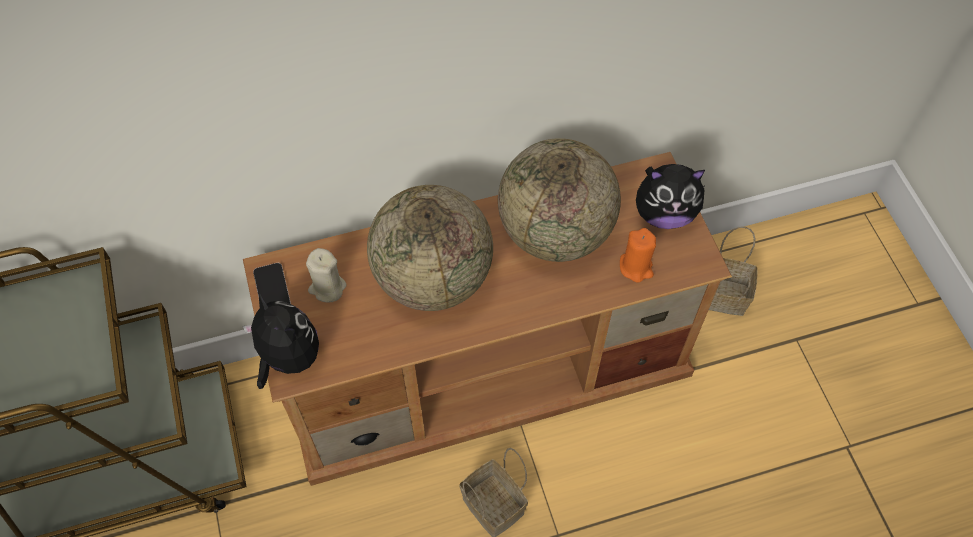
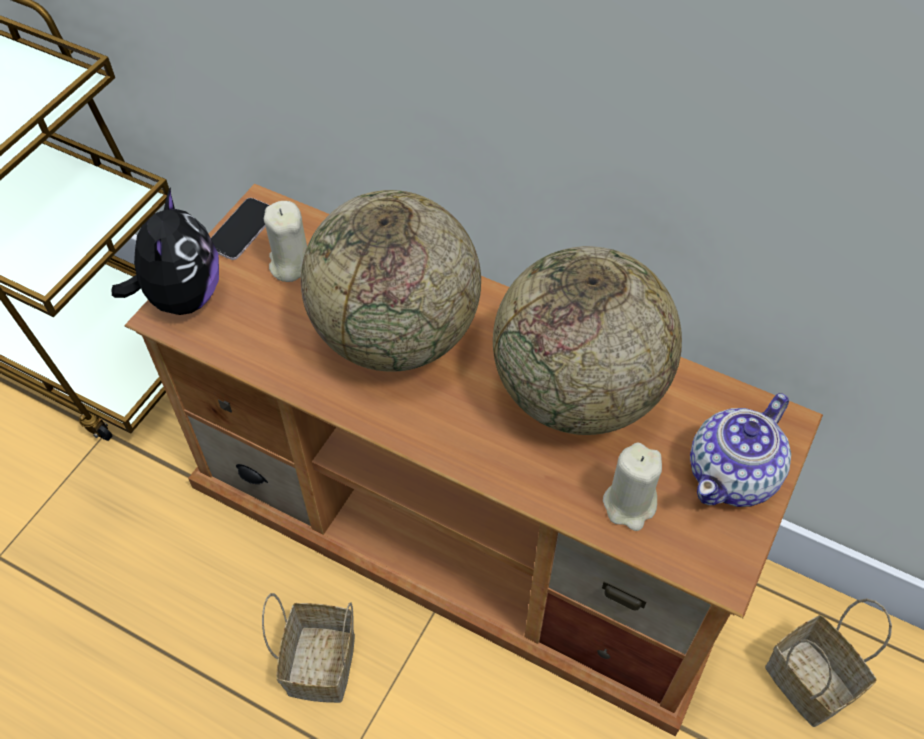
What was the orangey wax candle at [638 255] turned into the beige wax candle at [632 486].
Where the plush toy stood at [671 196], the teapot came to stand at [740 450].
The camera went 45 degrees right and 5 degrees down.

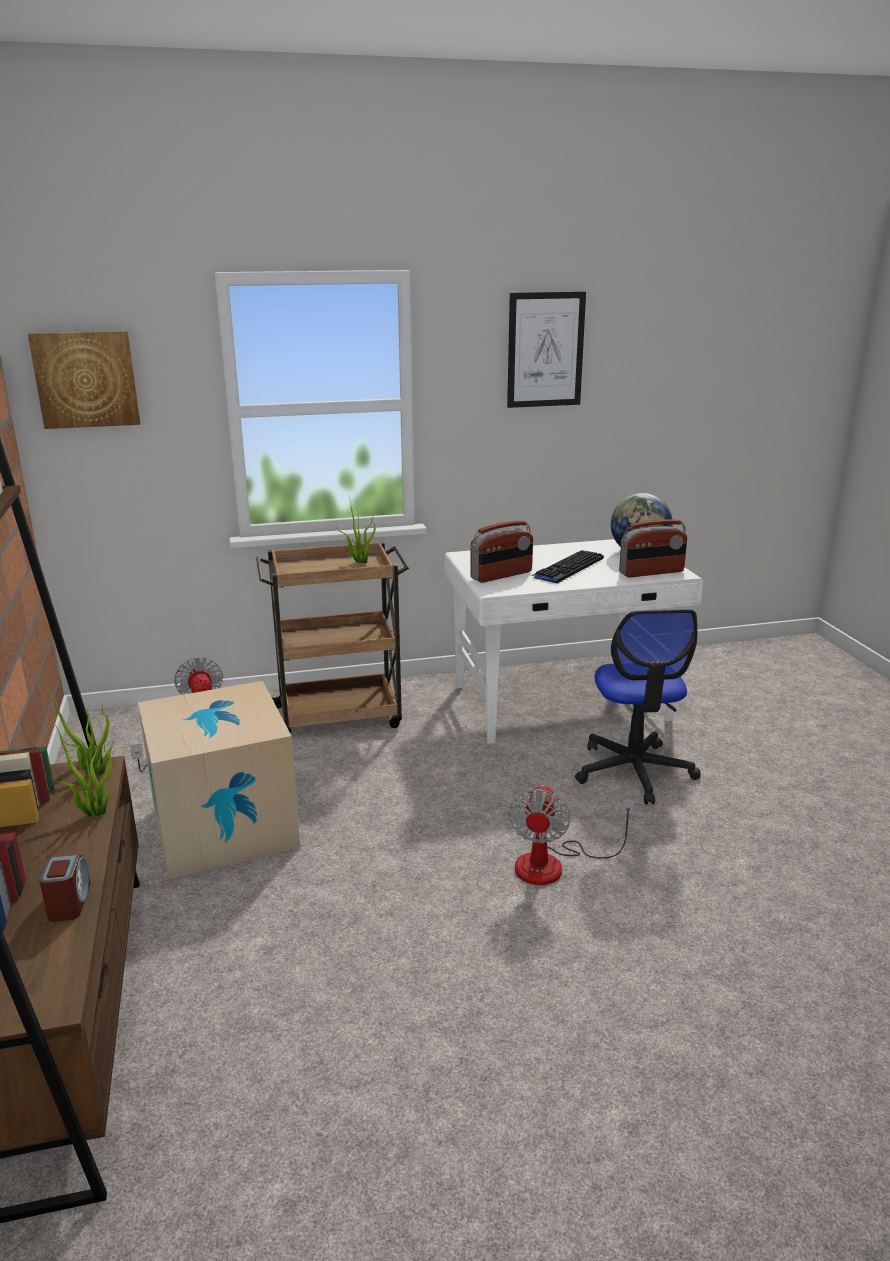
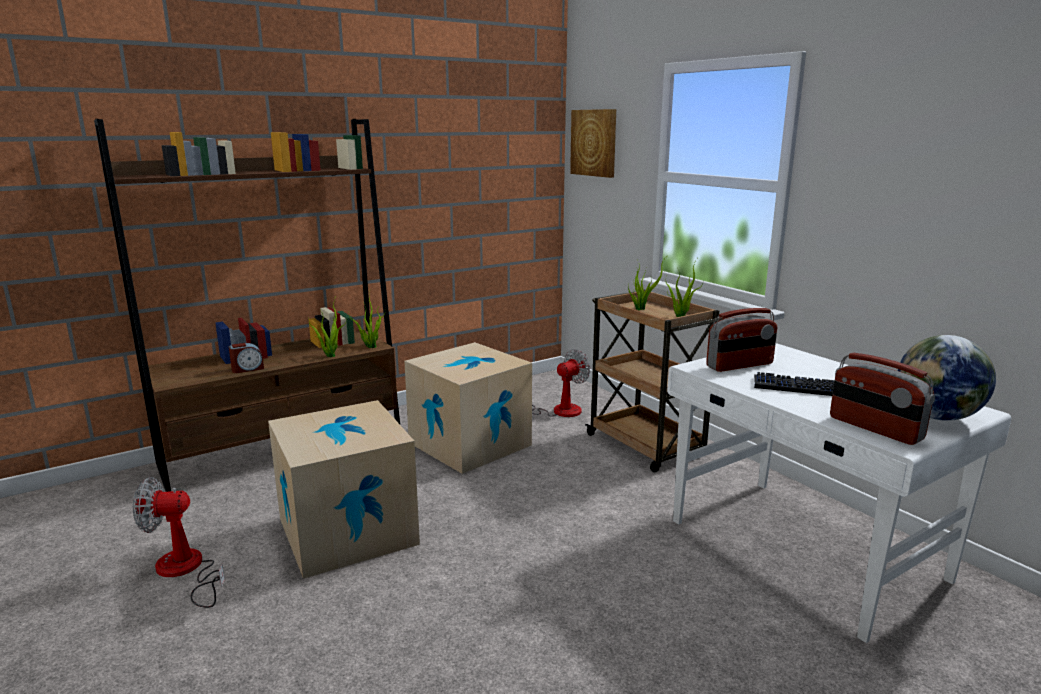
The radio at [501 552] ended up facing another way, 60 degrees counterclockwise from before.
The second view lost the wall picture at [546 350].
The fan ended up elsewhere, having gone from [571 835] to [179 542].
The second view lost the office chair at [637 706].
The second view gained the packing box at [344 489].
The second view gained the potted plant at [646 285].
The camera went 70 degrees right and 5 degrees down.

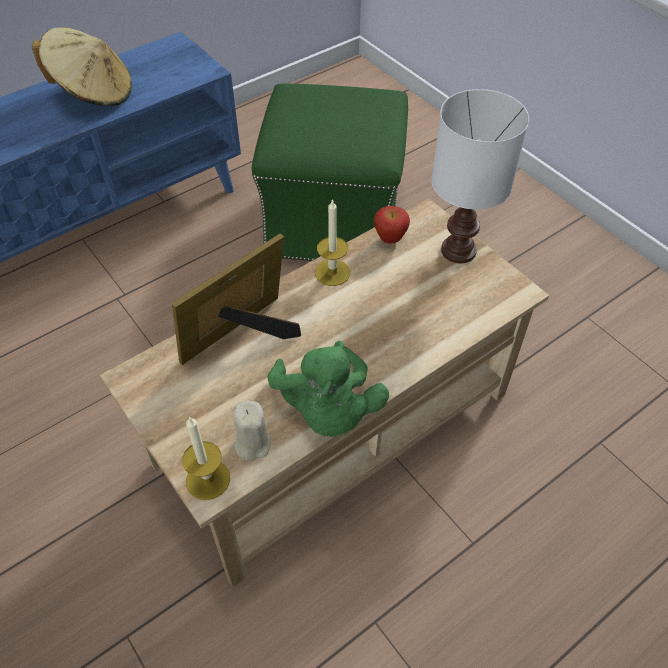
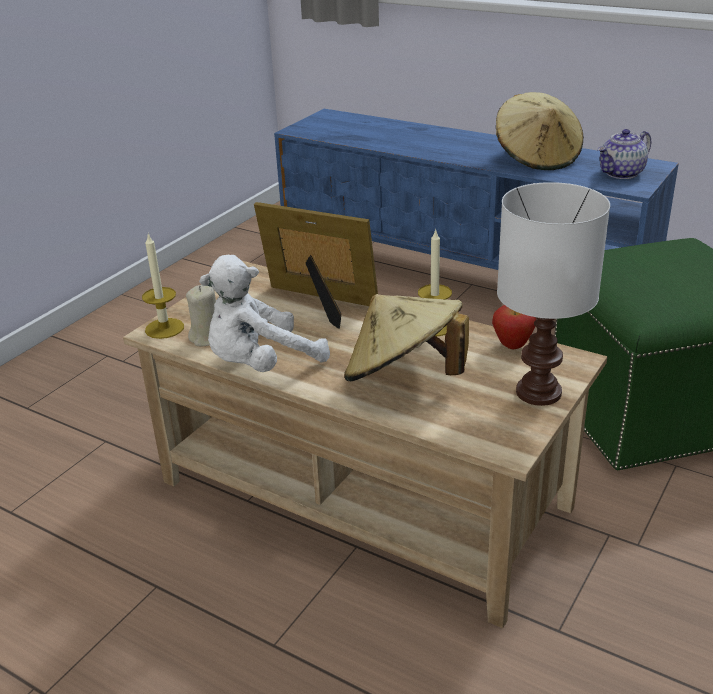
What was the green plush toy at [328 389] turned into the white plush toy at [264 313].
The second view gained the beige hat at [406 337].
The second view gained the teapot at [624 154].
The camera went 70 degrees right and 20 degrees down.

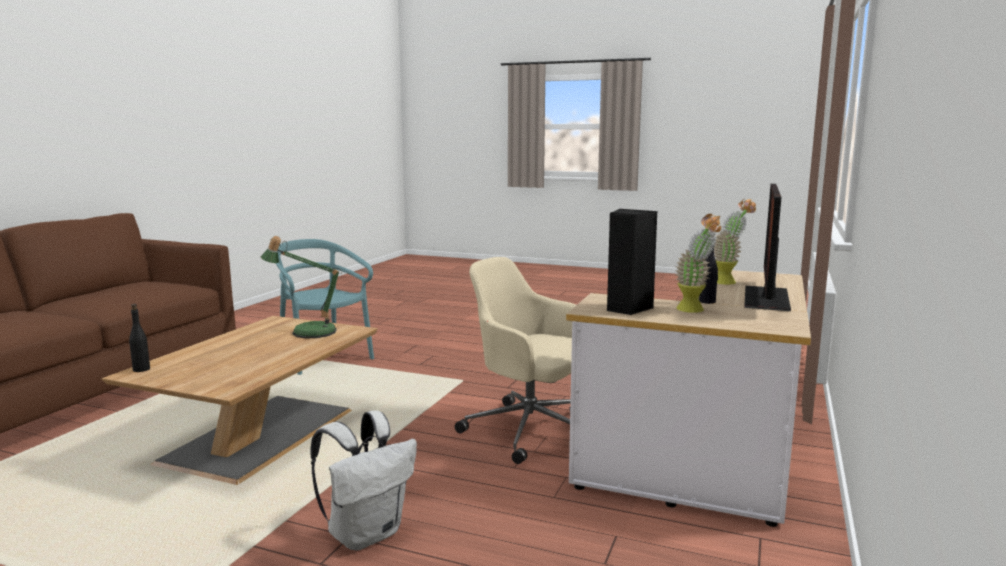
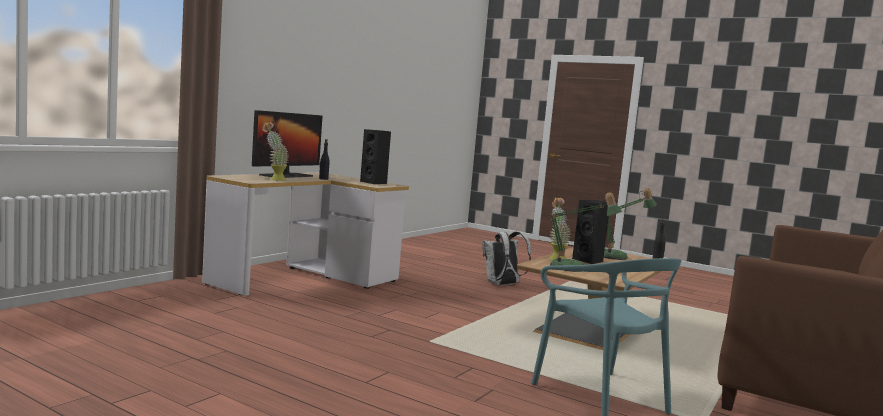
The second view lost the beige office chair at [515 360].
The potted plant ended up elsewhere, having gone from [698 263] to [560 229].
The second view gained the blackish loudspeaker at [590 232].
The second view gained the lamp for a table at [630 224].
The camera went 170 degrees left and 5 degrees down.

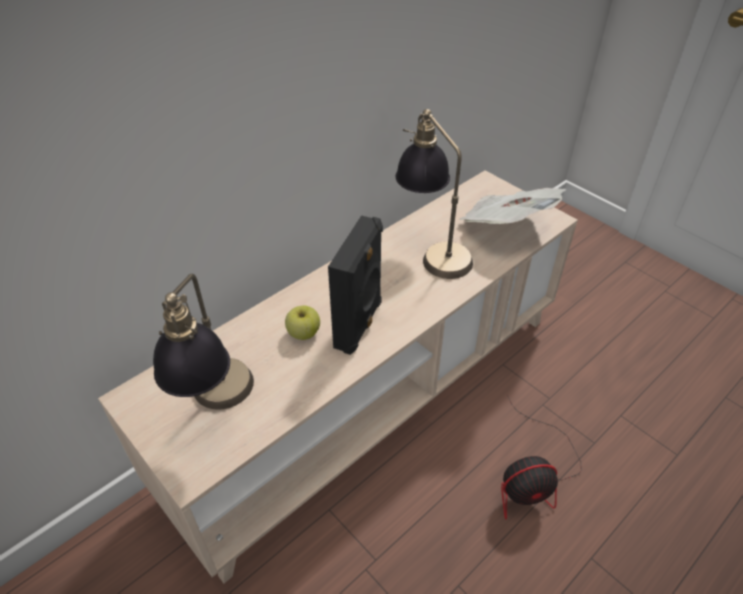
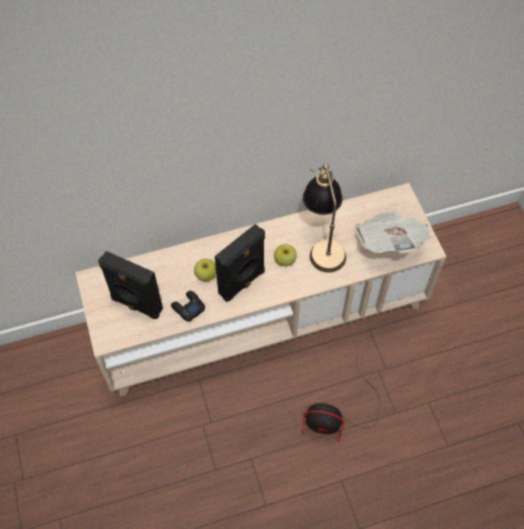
Where the lamp for a table stood at [203 342], the blackish loudspeaker came to stand at [130 285].
The second view gained the blackish game controller at [188 306].
The second view gained the apple fruit at [285 255].
The camera went 25 degrees right and 15 degrees up.

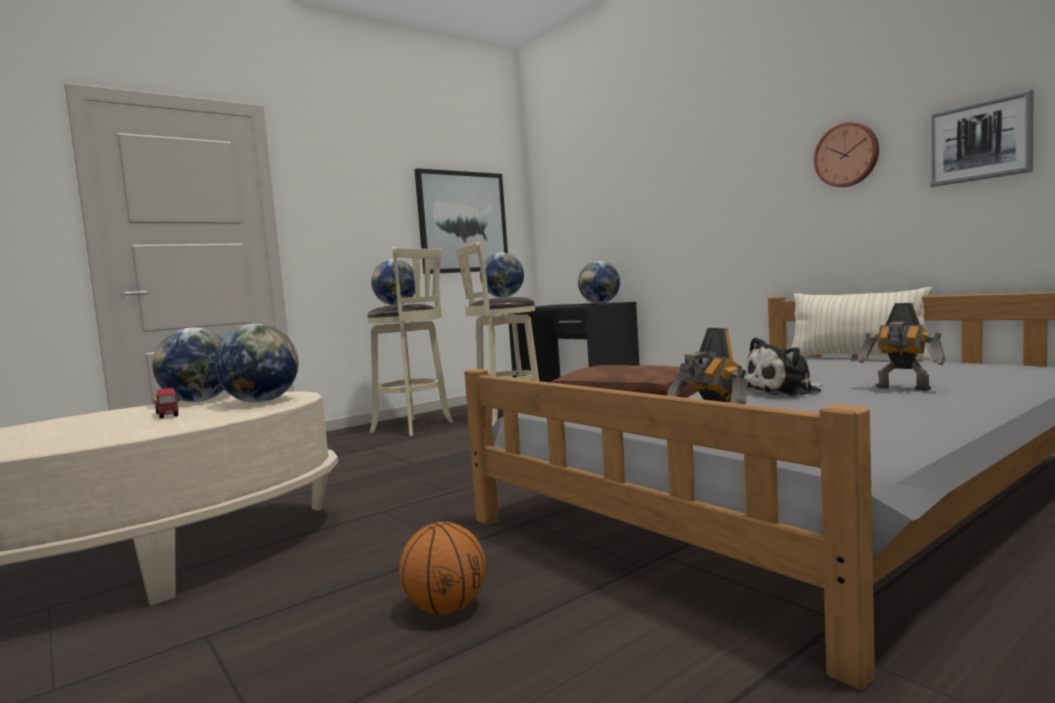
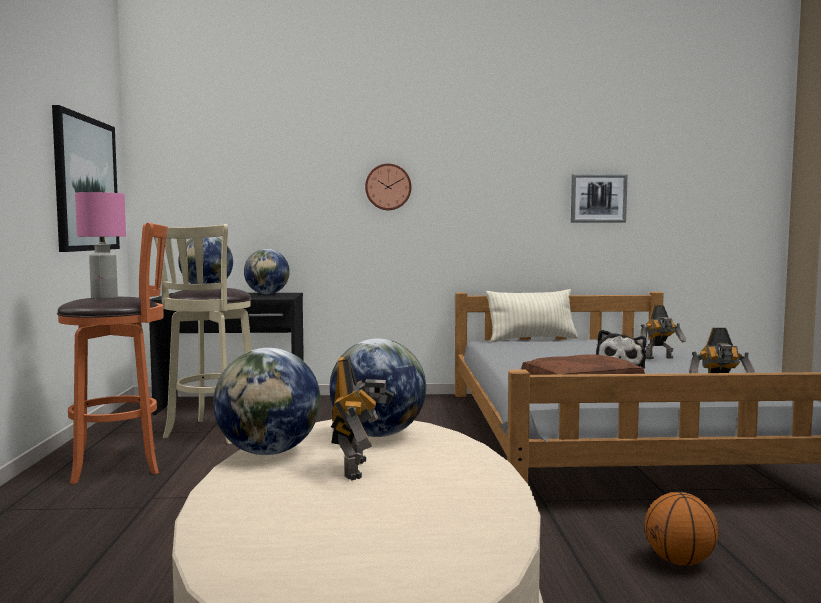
Where the toy truck stood at [166 403], the toy robot came to stand at [362 418].
What was the beige stool seat at [410 341] turned into the orangey stool seat at [112 353].
Where the desk globe stood at [393 282], the pink-coloured lamp for a table came to stand at [100 245].
The hanging clock ended up elsewhere, having gone from [846 154] to [388 186].
The camera went 55 degrees left and 0 degrees up.

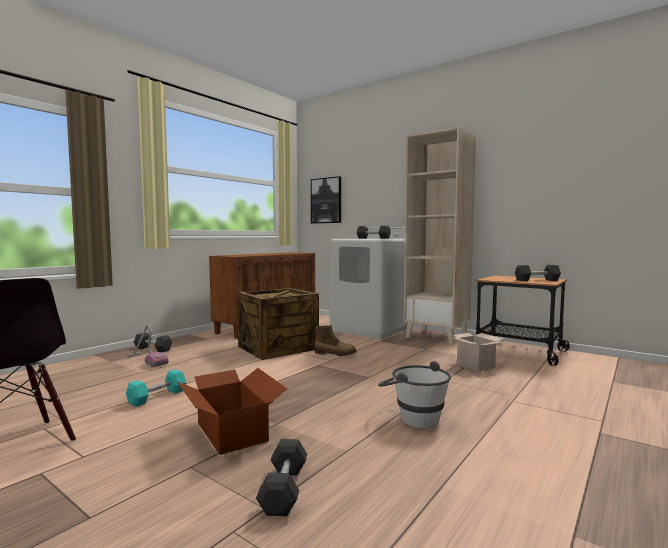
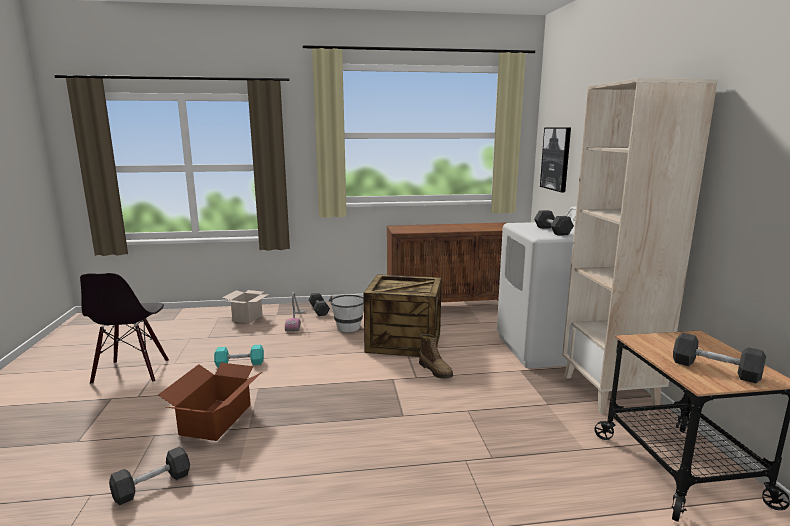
The white pail ended up elsewhere, having gone from [414 394] to [346 313].
The packing box ended up elsewhere, having gone from [476 352] to [245 307].
The camera went 45 degrees right and 10 degrees up.

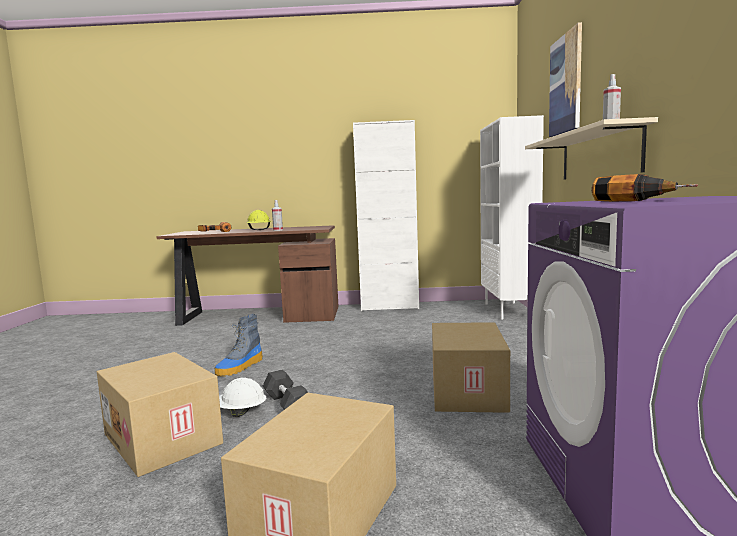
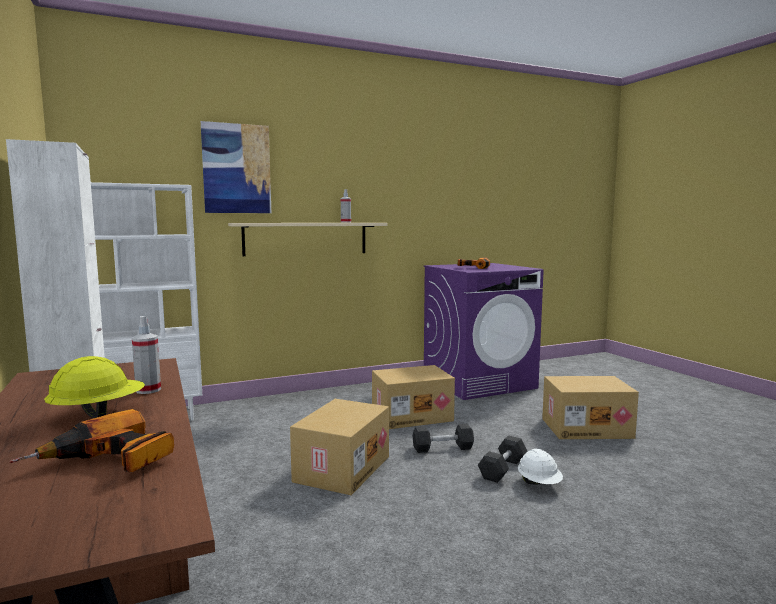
The packing box ended up elsewhere, having gone from [160 414] to [339 447].
The second view lost the boot at [239 345].
The second view gained the grey hand weight at [443 438].
The camera went 115 degrees left and 0 degrees up.

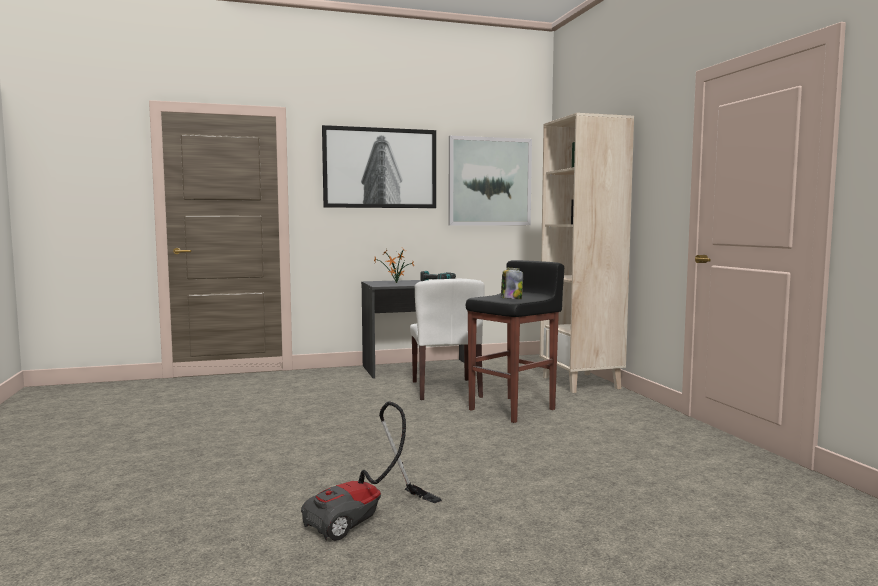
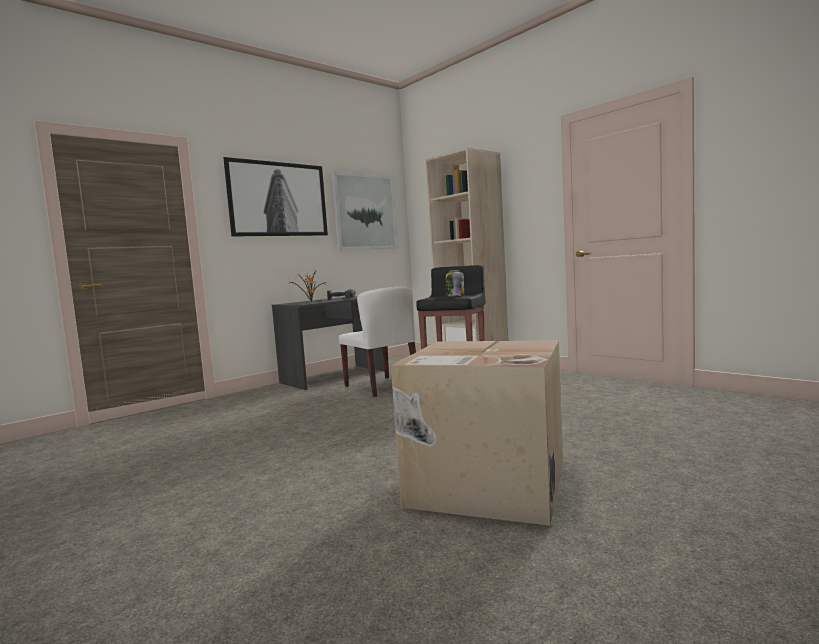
Where the vacuum stood at [371 471], the packing box came to stand at [477 433].
The camera went 25 degrees left and 0 degrees up.

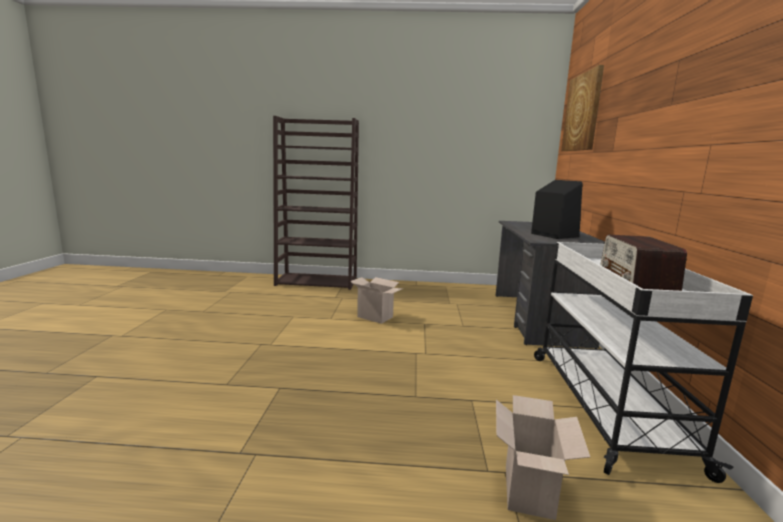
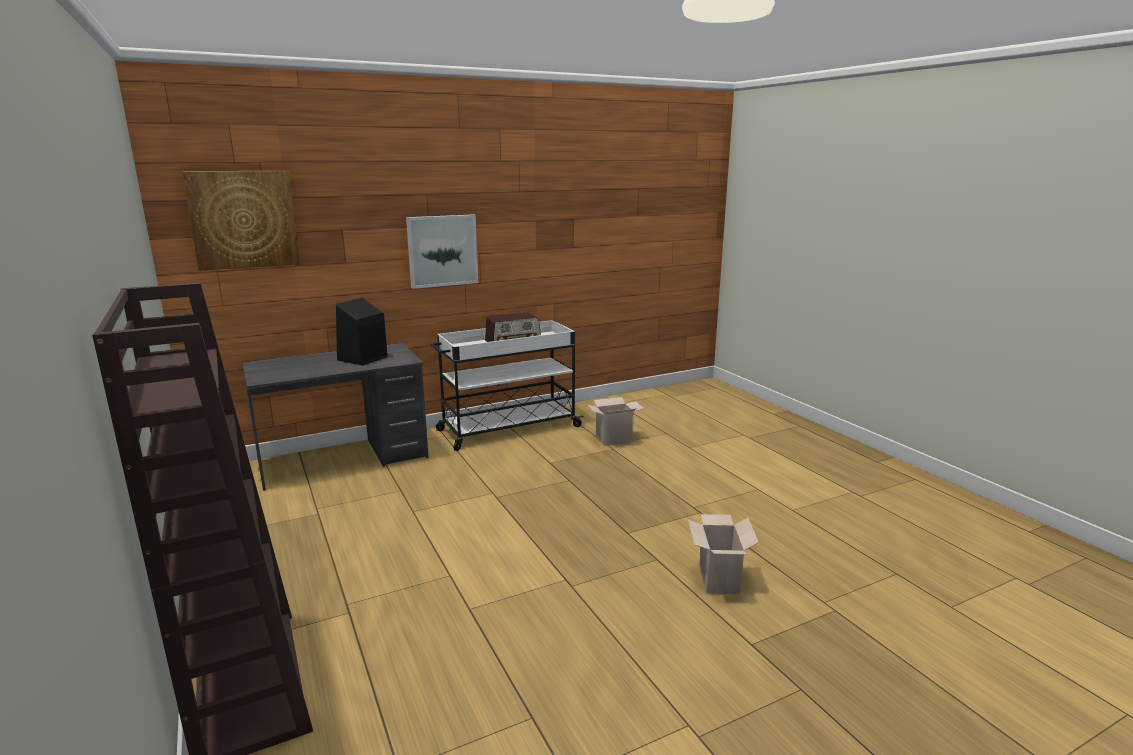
The packing box ended up elsewhere, having gone from [376 300] to [723 554].
The second view gained the wall picture at [442 251].
The camera went 120 degrees left and 5 degrees up.

